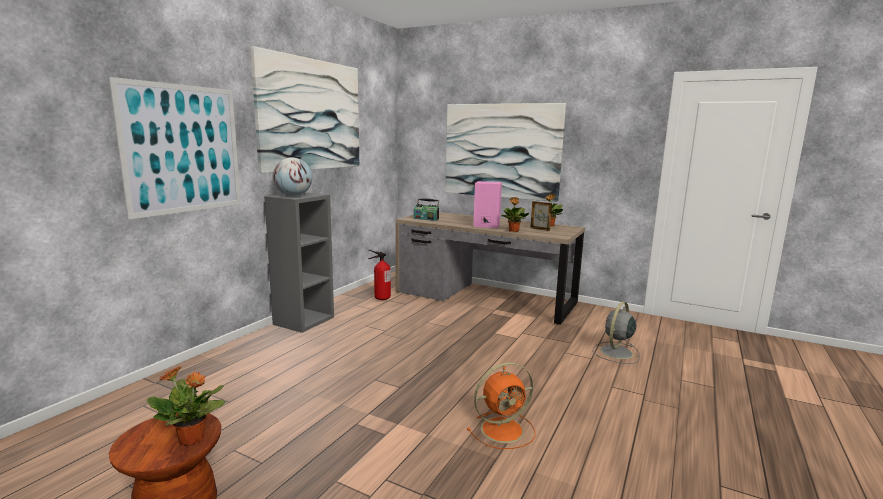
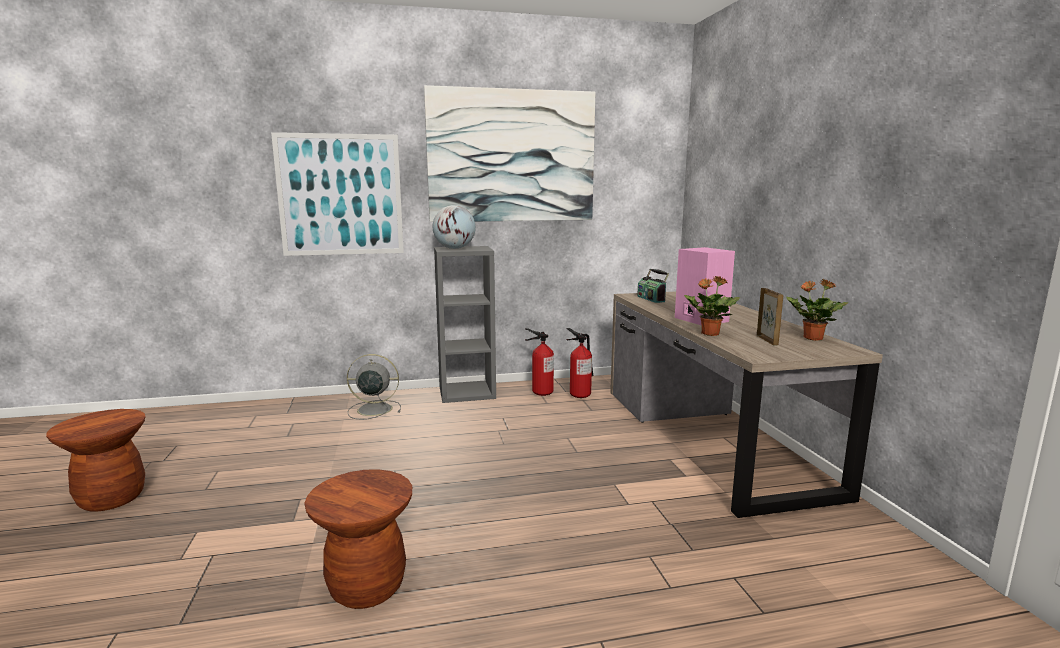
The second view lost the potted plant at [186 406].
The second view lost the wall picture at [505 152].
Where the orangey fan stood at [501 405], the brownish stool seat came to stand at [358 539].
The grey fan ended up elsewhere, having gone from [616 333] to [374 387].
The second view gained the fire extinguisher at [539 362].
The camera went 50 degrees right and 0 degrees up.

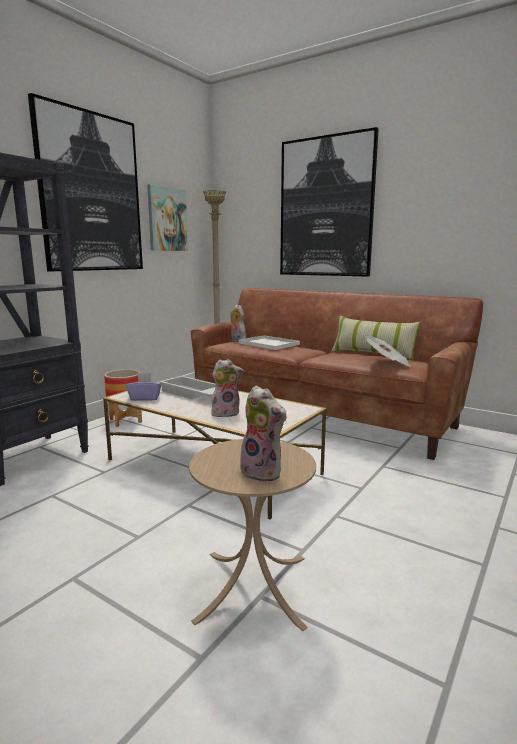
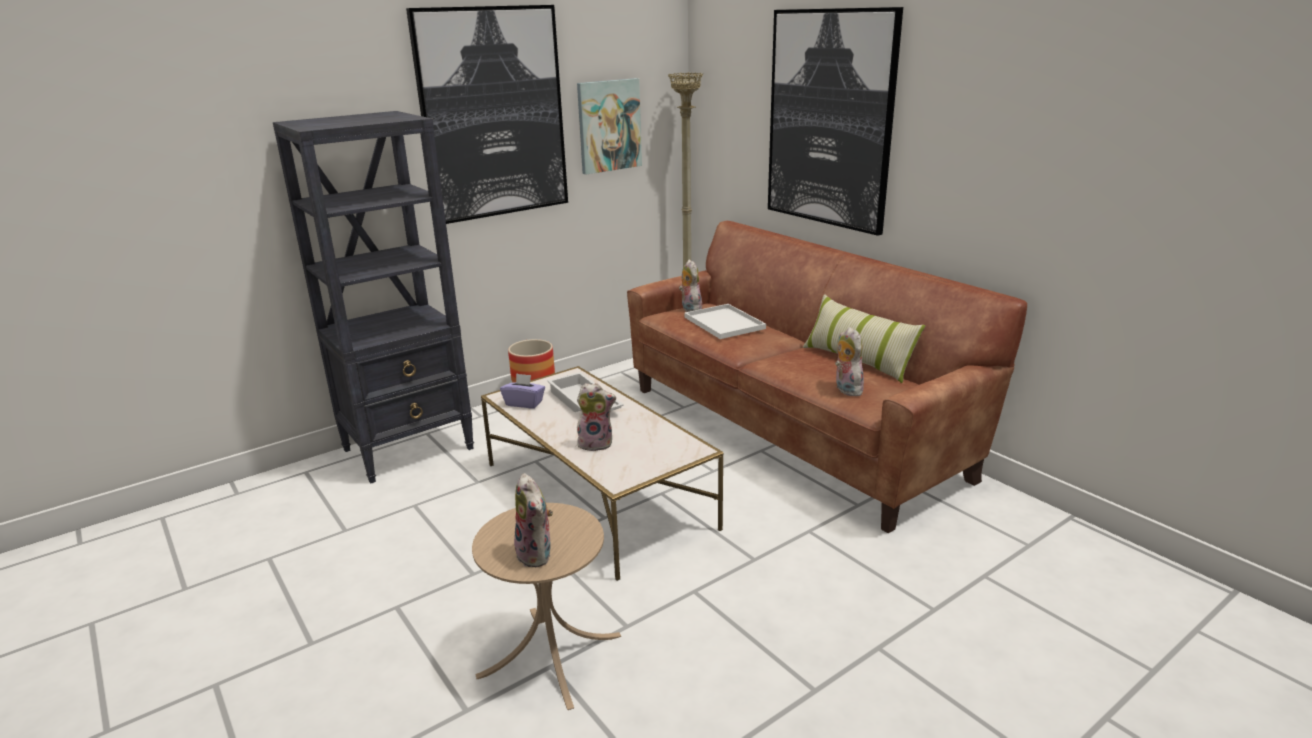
Where the daily paper stood at [387 350], the plush toy came to stand at [849 361].
The camera went 20 degrees right and 10 degrees up.

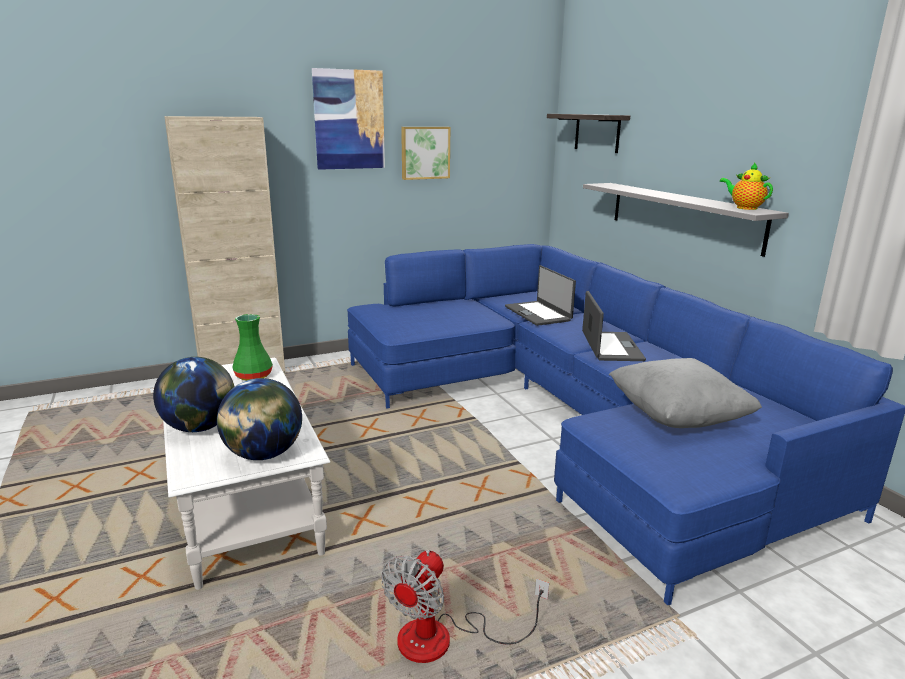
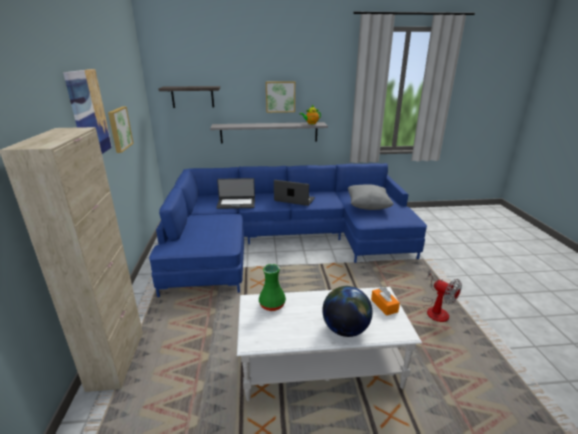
Where the desk globe stood at [259 419], the orangey box of tissues came to stand at [385 301].
The second view gained the wall picture at [280 97].
The camera went 70 degrees left and 5 degrees up.

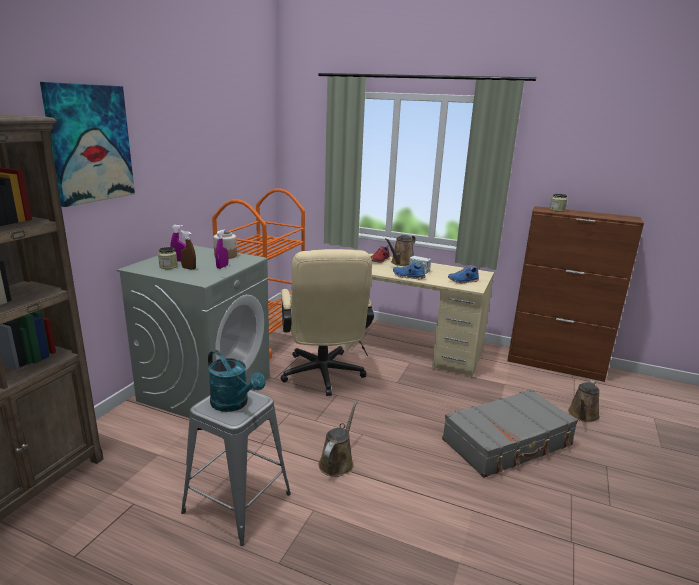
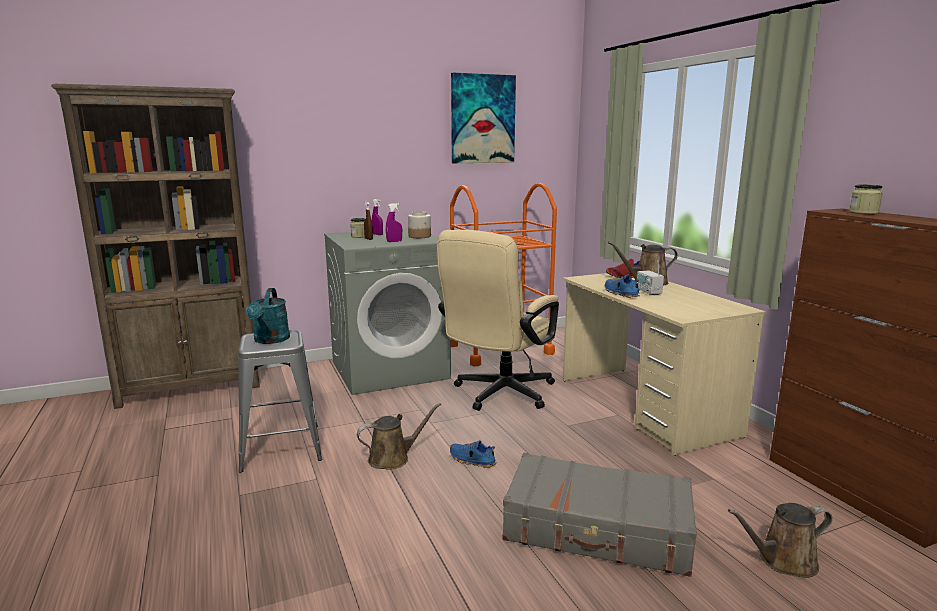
The wall picture ended up elsewhere, having gone from [87 144] to [483 117].
The blue-coloured low shoe ended up elsewhere, having gone from [464 274] to [473 454].
The camera went 45 degrees right and 5 degrees down.

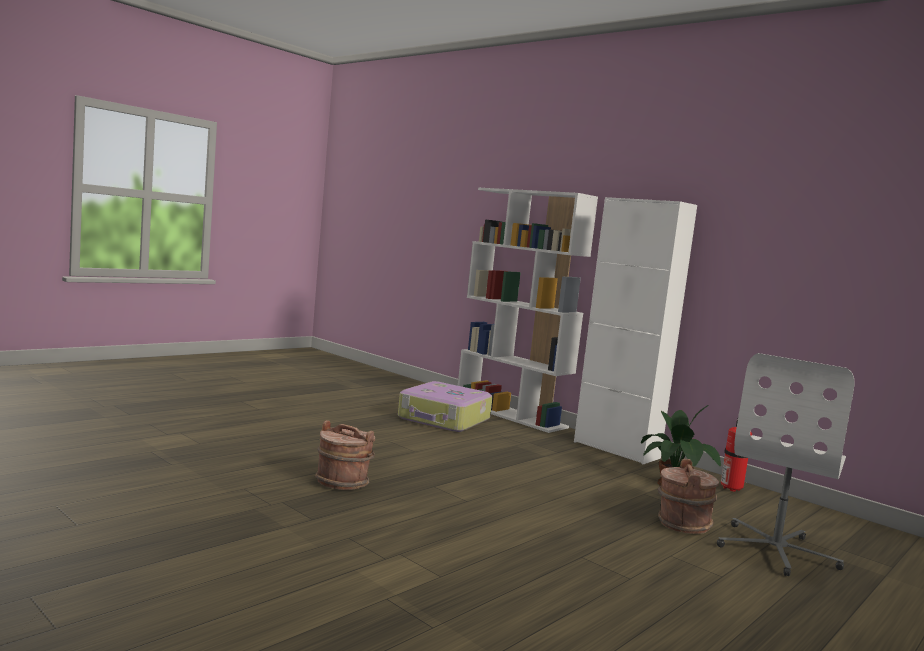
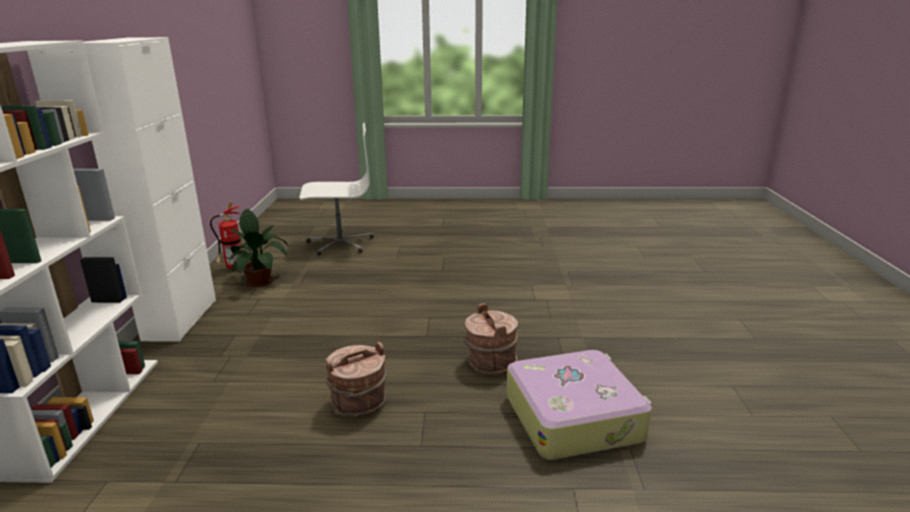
The suitcase ended up elsewhere, having gone from [445 406] to [579 405].
The brownish pail ended up elsewhere, having gone from [688 496] to [356 380].
The camera went 130 degrees left and 15 degrees up.

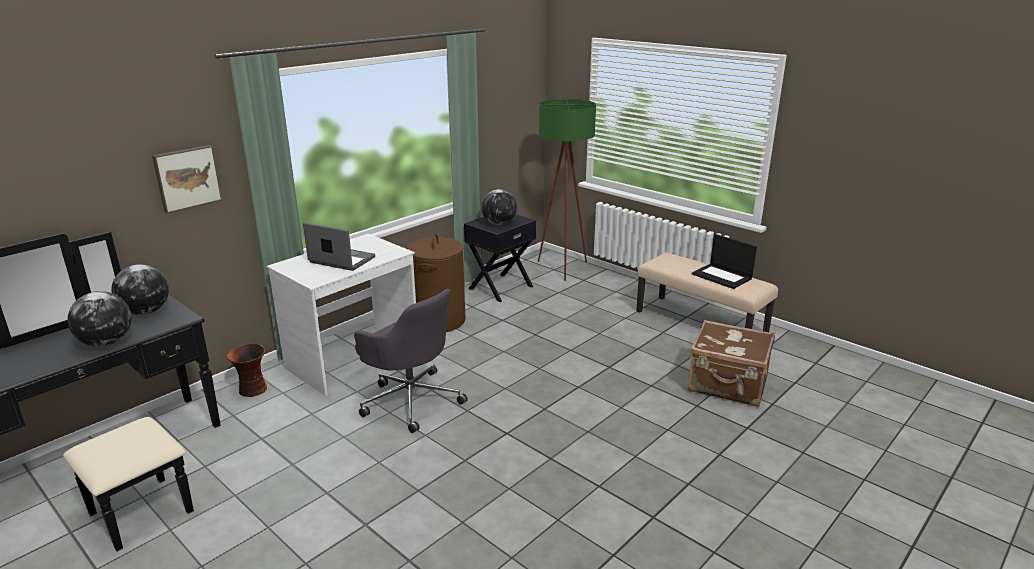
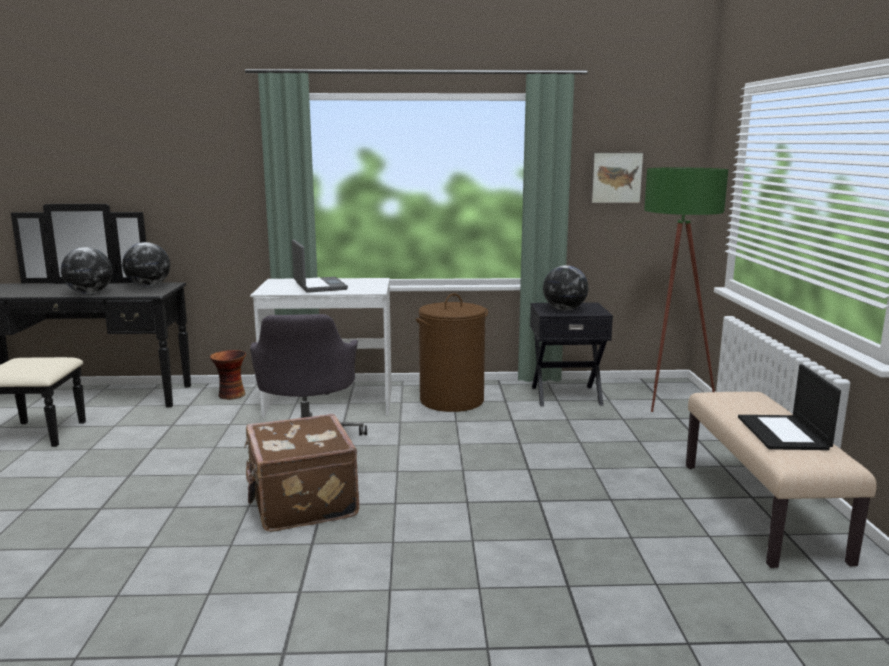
The wall picture ended up elsewhere, having gone from [187 179] to [617 178].
The brownish suitcase ended up elsewhere, having gone from [731 363] to [301 473].
The camera went 45 degrees right and 10 degrees down.

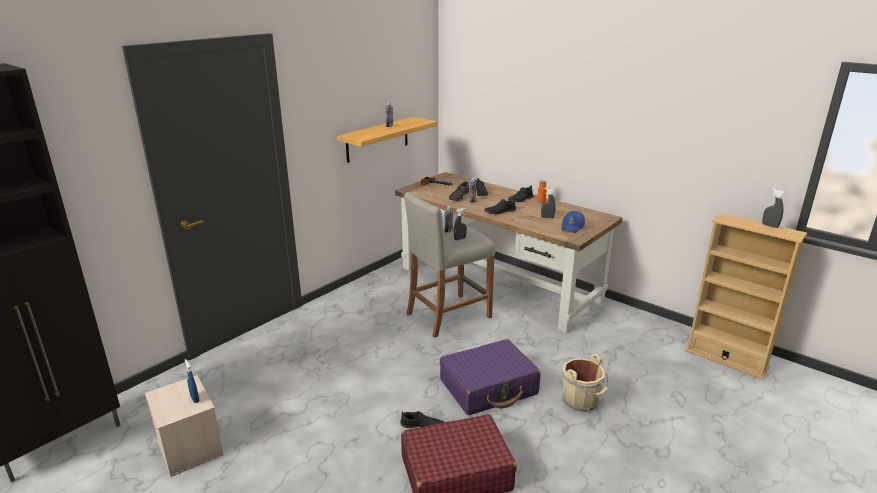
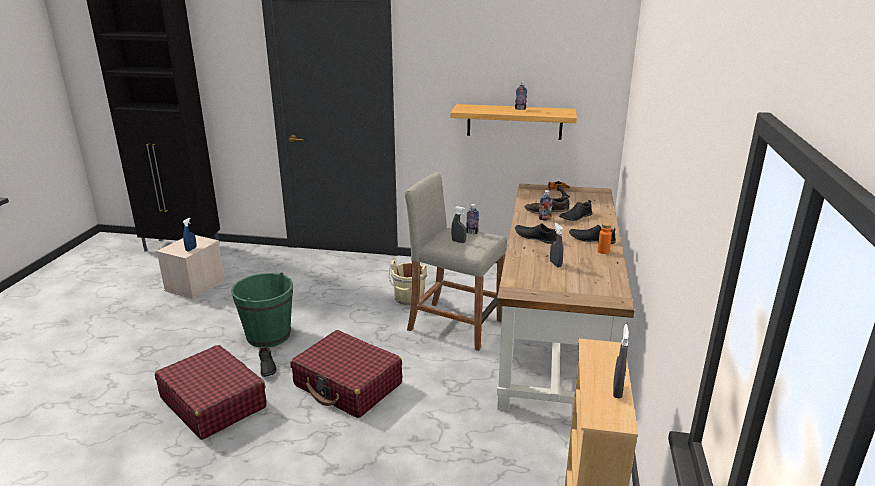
What was the purplish suitcase at [490 377] turned into the red-coloured suitcase at [346 374].
The second view lost the blue-coloured peaked cap at [573 222].
The beige pail ended up elsewhere, having gone from [585 383] to [408 283].
The second view gained the green pail at [262 309].
The camera went 60 degrees right and 0 degrees up.

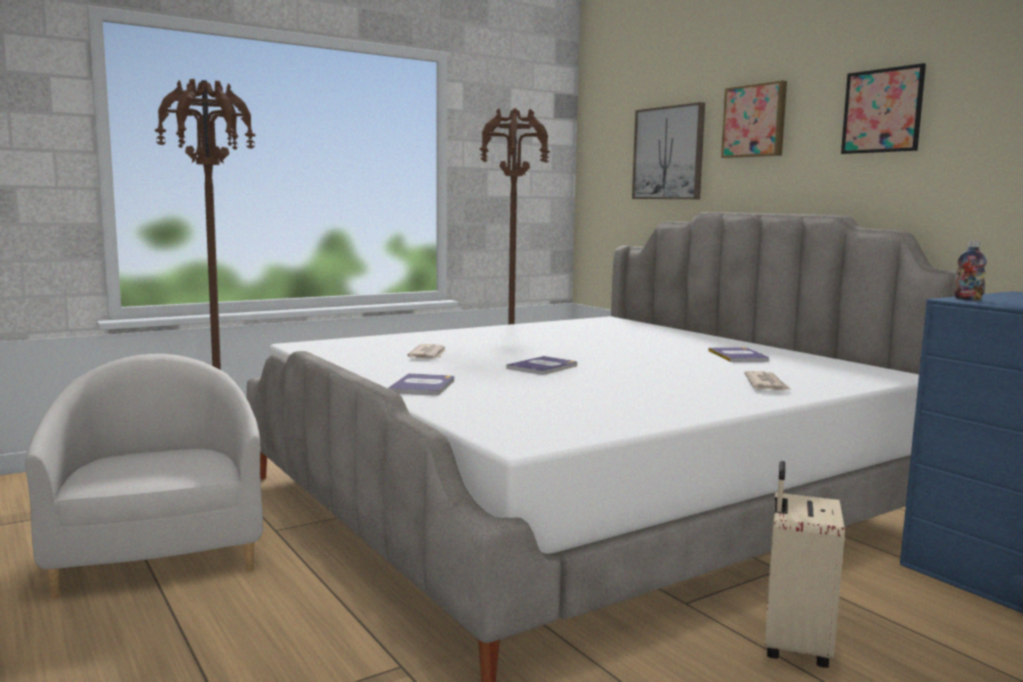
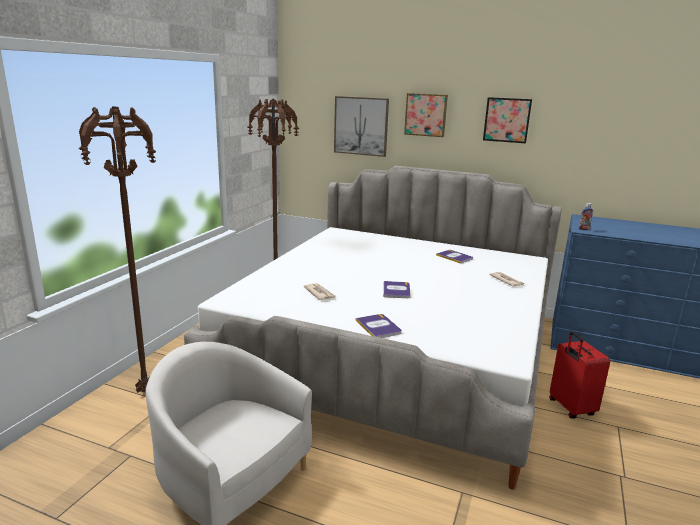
What was the beige suitcase at [805 564] turned into the red-coloured suitcase at [579 375].
The camera went 35 degrees left and 10 degrees up.

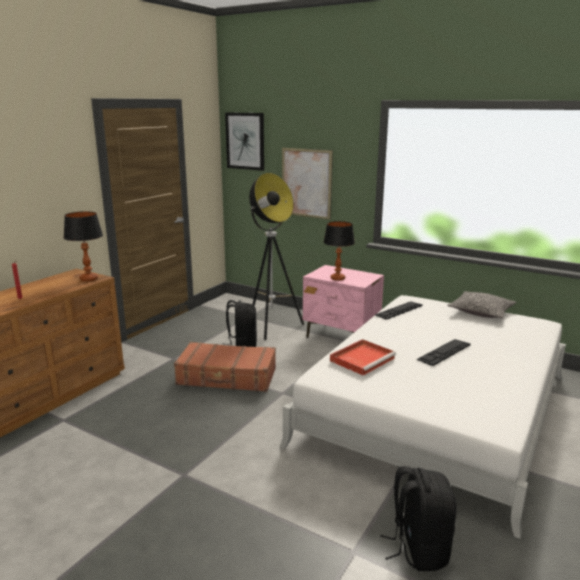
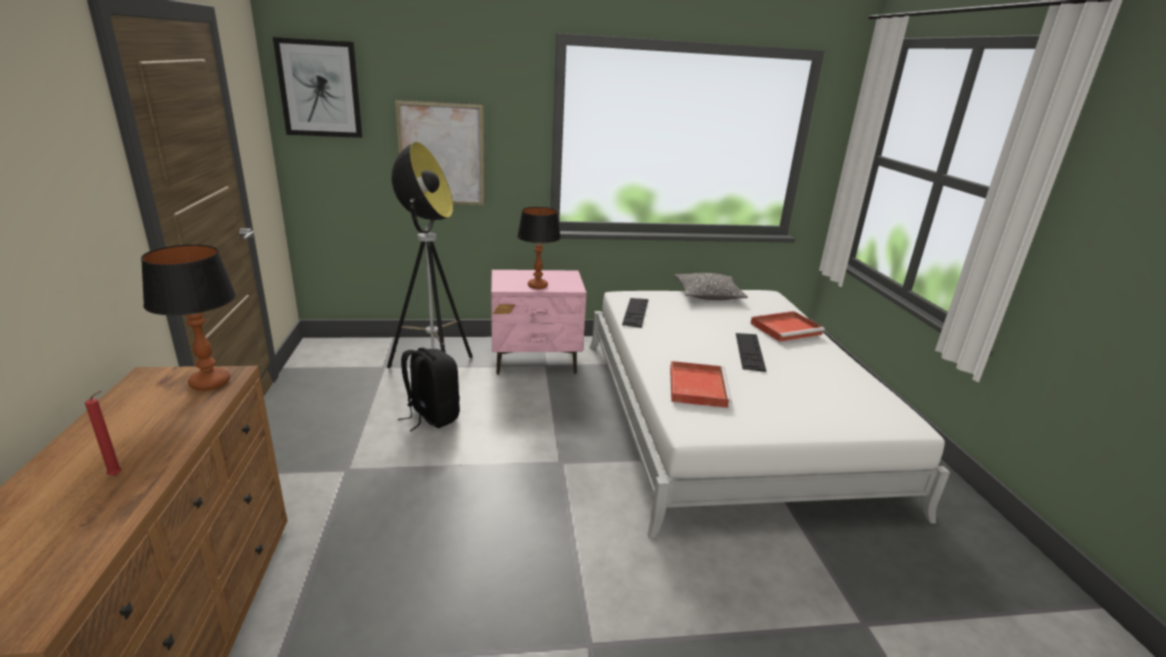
The second view lost the brownish suitcase at [225 367].
The second view lost the blackish backpack at [418 518].
The second view gained the red-coloured carrying tray at [787 326].
The camera went 40 degrees left and 5 degrees up.

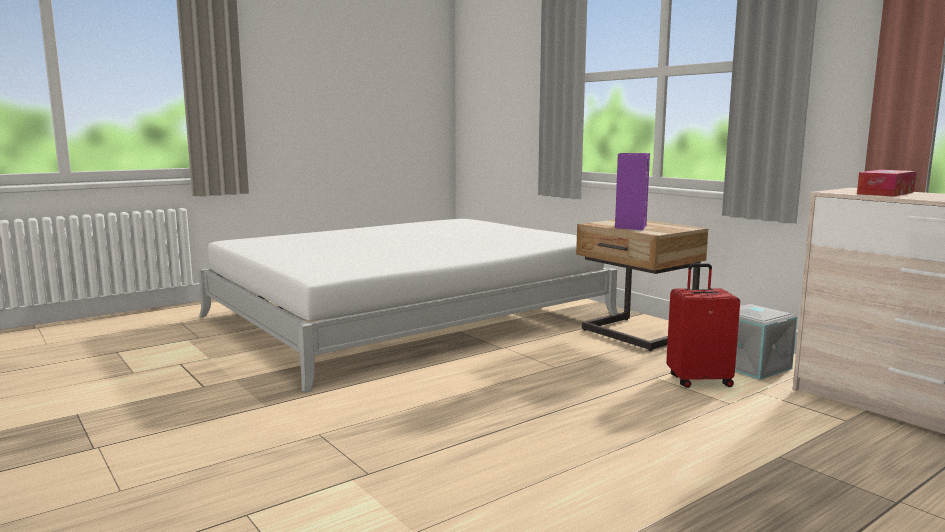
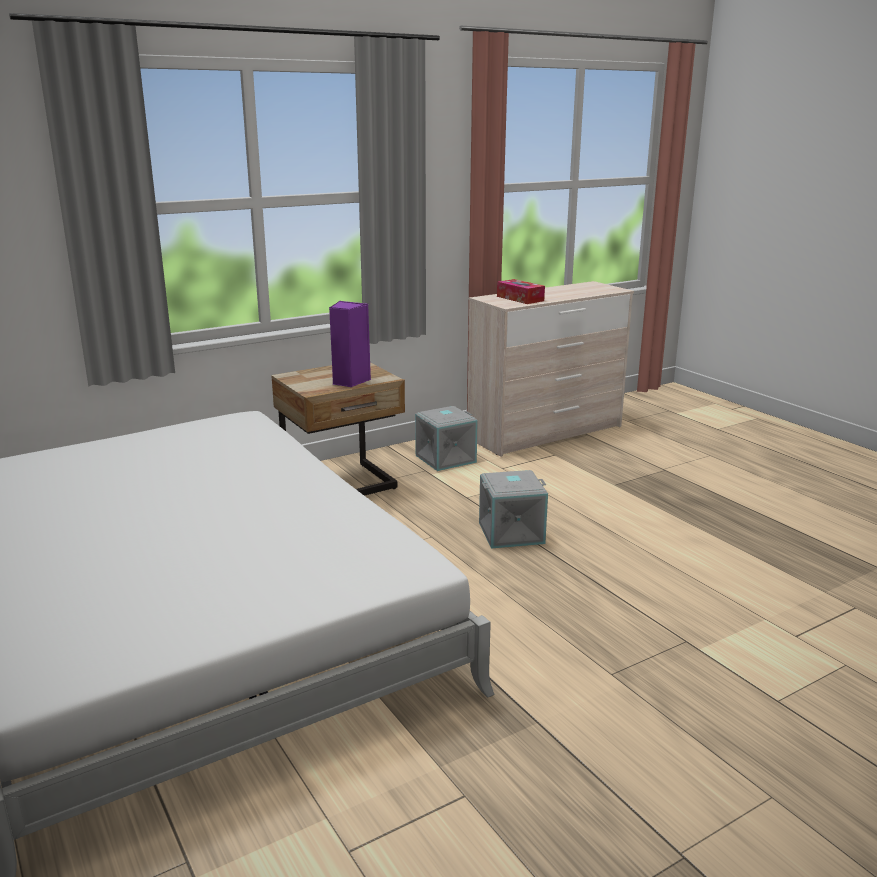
The second view lost the red-coloured suitcase at [703 325].
The second view gained the grey storage bin at [513 509].
The camera went 85 degrees left and 10 degrees up.

